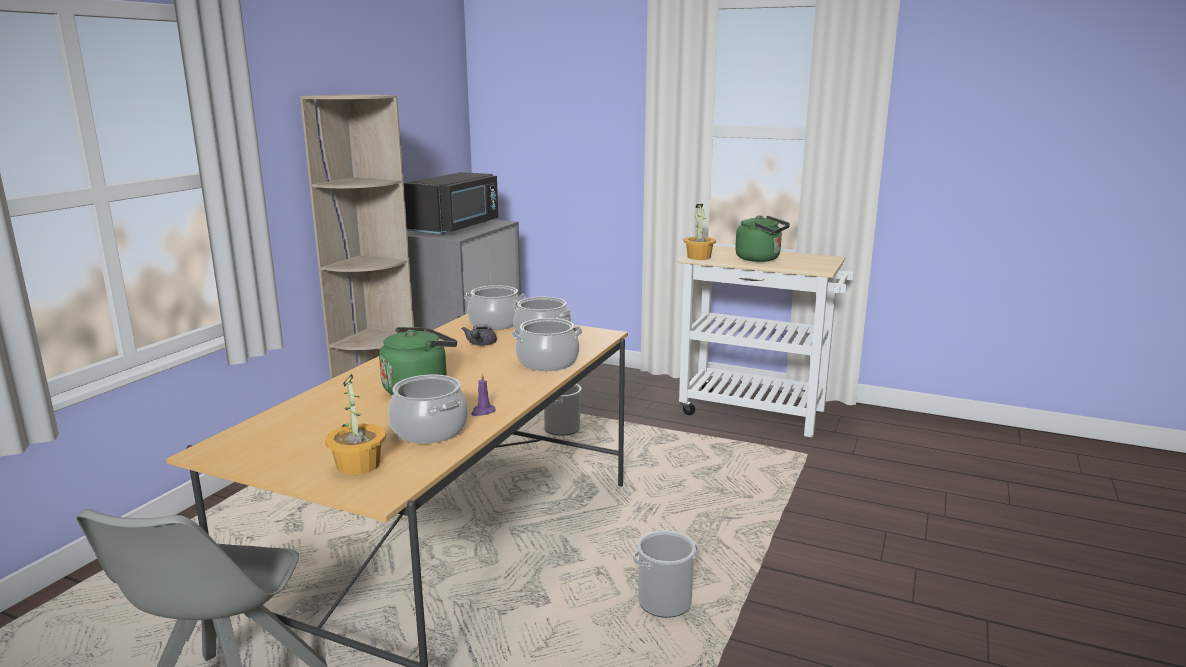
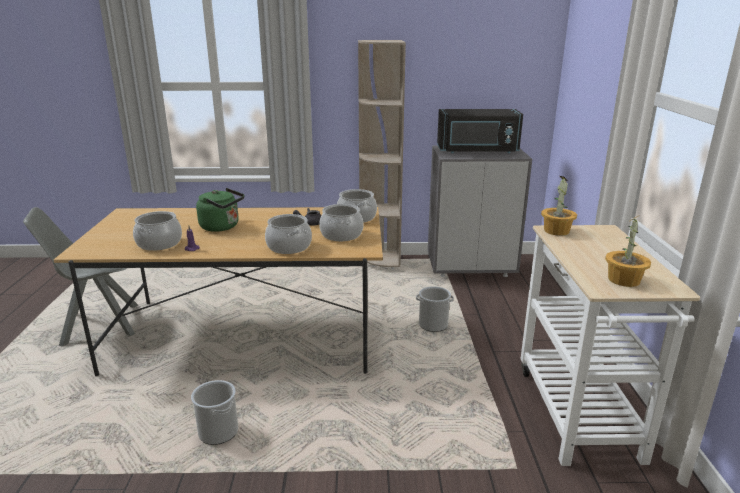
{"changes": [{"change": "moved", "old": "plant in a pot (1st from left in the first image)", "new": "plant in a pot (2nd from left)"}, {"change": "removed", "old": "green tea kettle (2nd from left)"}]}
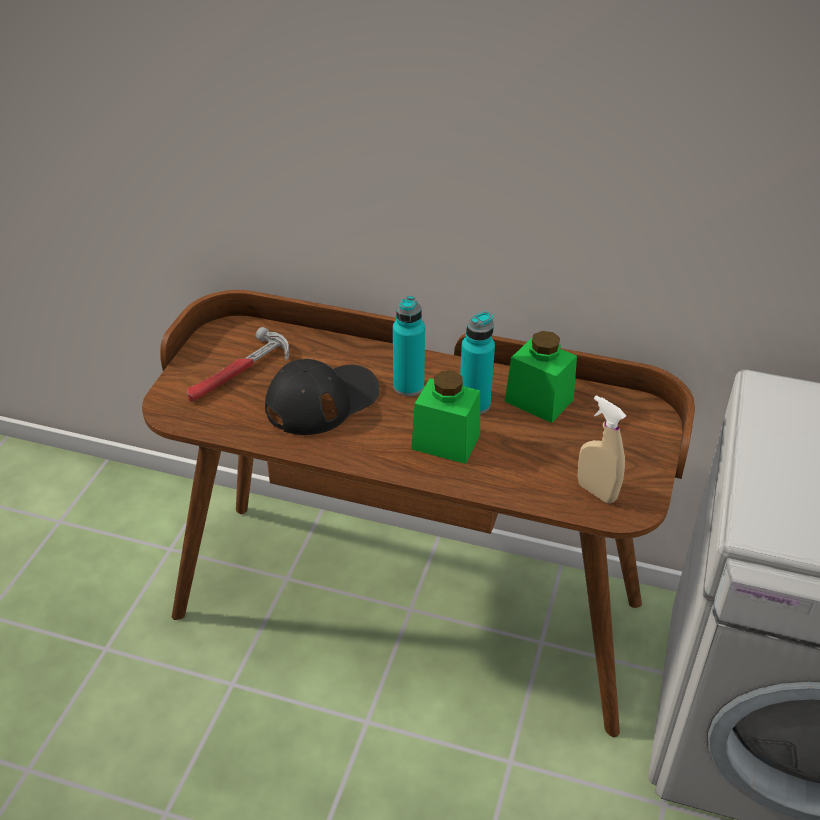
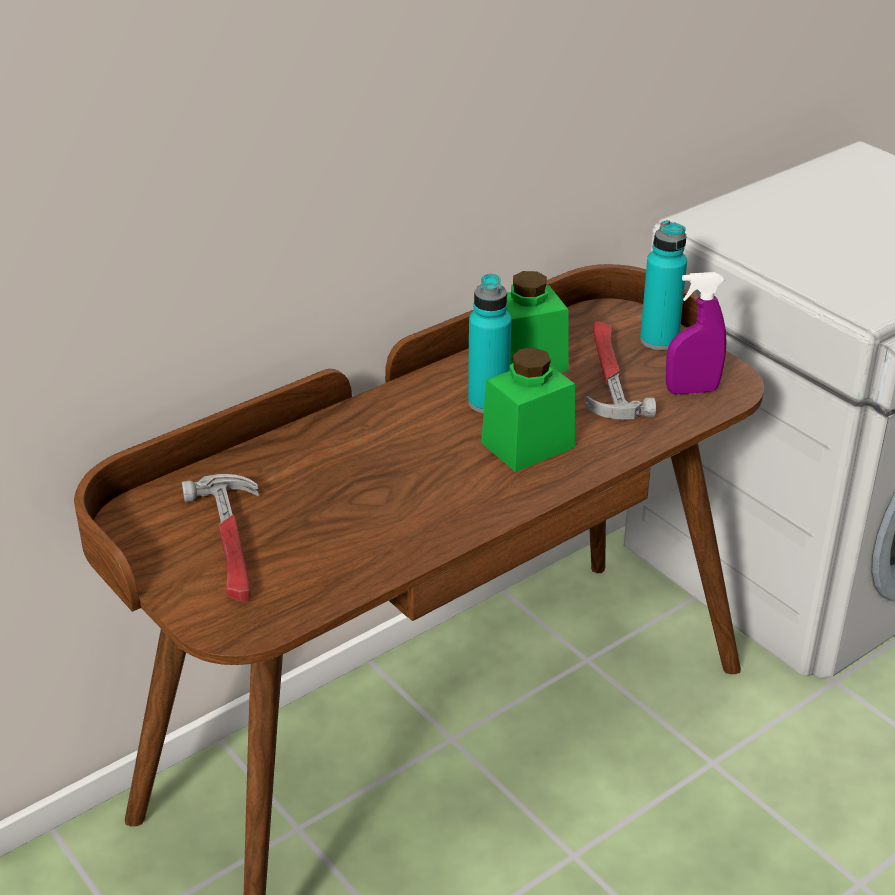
{"changes": [{"change": "added", "new": "hand hammer (2nd from left)"}, {"change": "moved", "old": "blue-green drink bottle (1st from left in the first image)", "new": "blue-green drink bottle (2nd from left)"}, {"change": "recoloured", "old": "beige hand sprayer", "new": "purplish hand sprayer"}, {"change": "removed", "old": "black-coloured cap"}]}
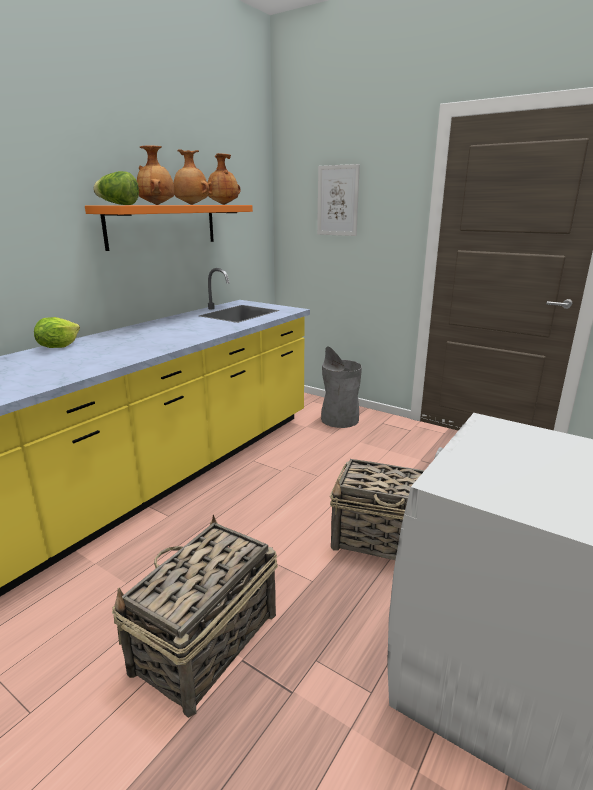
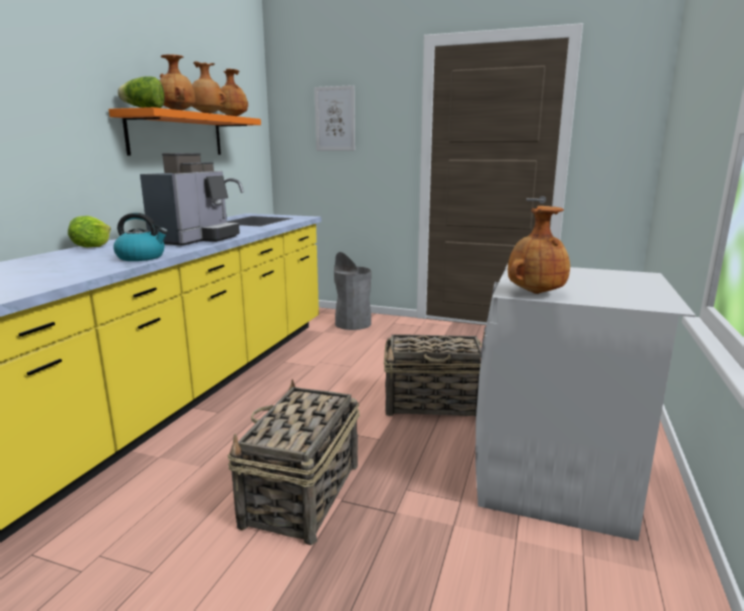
{"changes": [{"change": "added", "new": "tea kettle"}, {"change": "added", "new": "coffee maker"}, {"change": "added", "new": "brown vase (4th from left)"}]}
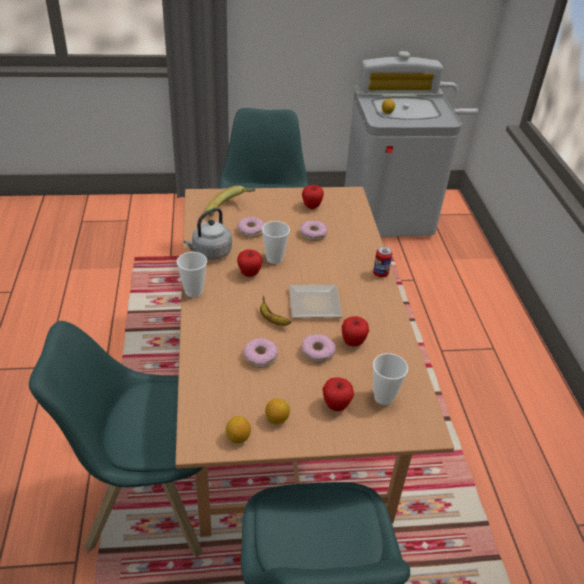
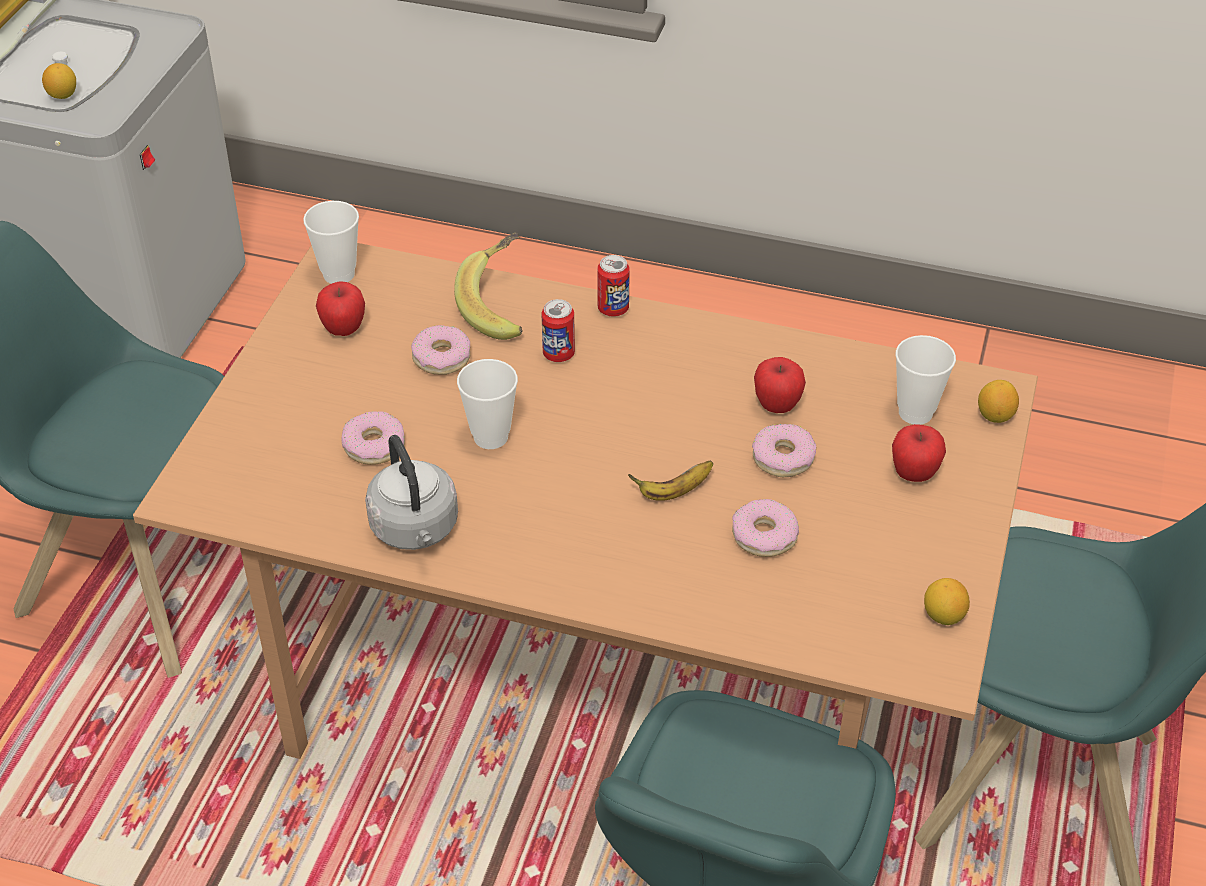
{"changes": [{"change": "moved", "old": "small cup (1st from left)"}, {"change": "moved", "old": "banana fruit (1st from left)"}, {"change": "added", "new": "metal can (1st from left)"}, {"change": "moved", "old": "citrus fruit (2nd from left in the first image)", "new": "citrus fruit (3rd from left)"}, {"change": "removed", "old": "apple fruit (1st from left)"}, {"change": "removed", "old": "dinner plate"}]}
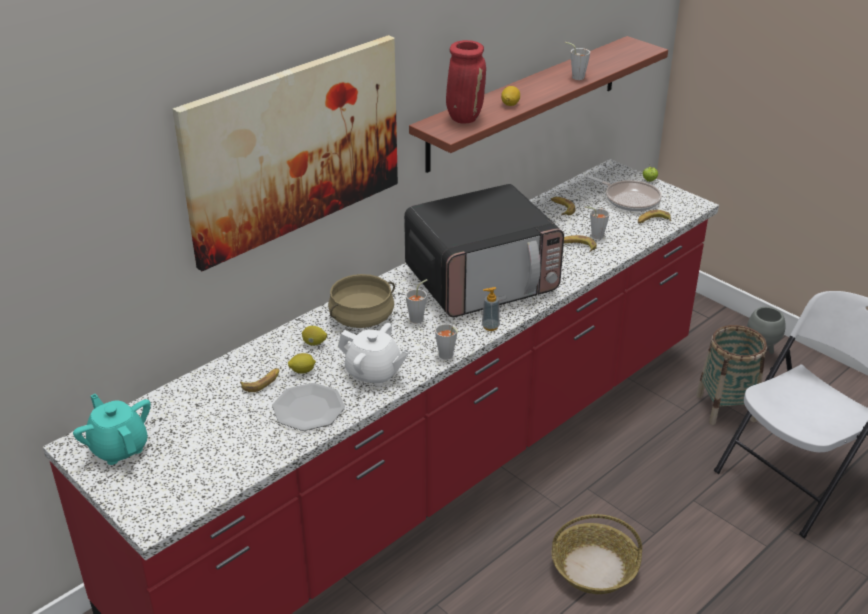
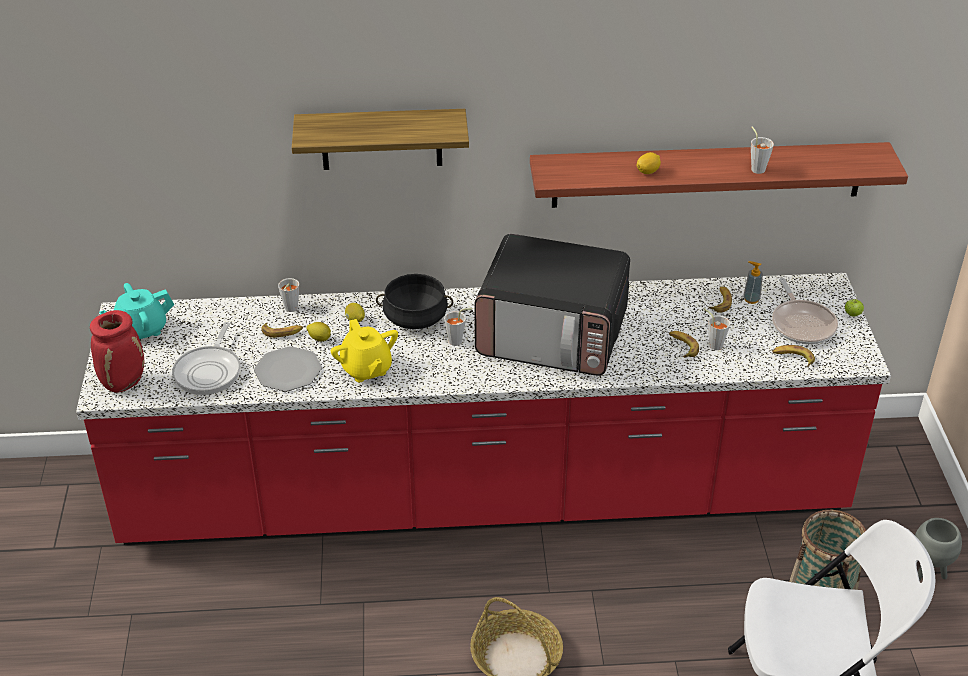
{"changes": [{"change": "moved", "old": "red vase"}, {"change": "turned", "old": "blue-green tea pot", "degrees": -120}, {"change": "added", "new": "pan (1st from left)"}, {"change": "moved", "old": "grey small cup (2nd from left in the first image)", "new": "grey small cup (1st from left)"}, {"change": "replaced", "old": "wall art", "new": "wall shelf (1st from left)"}, {"change": "recoloured", "old": "white tea pot", "new": "yellow-coloured tea pot"}, {"change": "recoloured", "old": "beige cooking pot", "new": "black-coloured cooking pot"}, {"change": "moved", "old": "soap dispenser"}]}
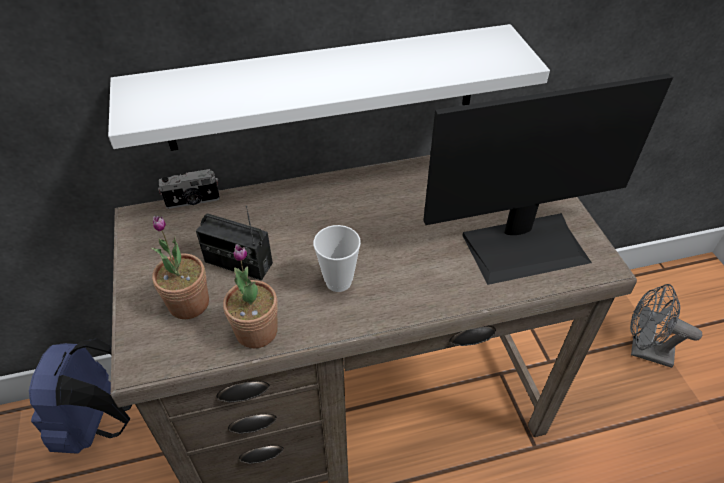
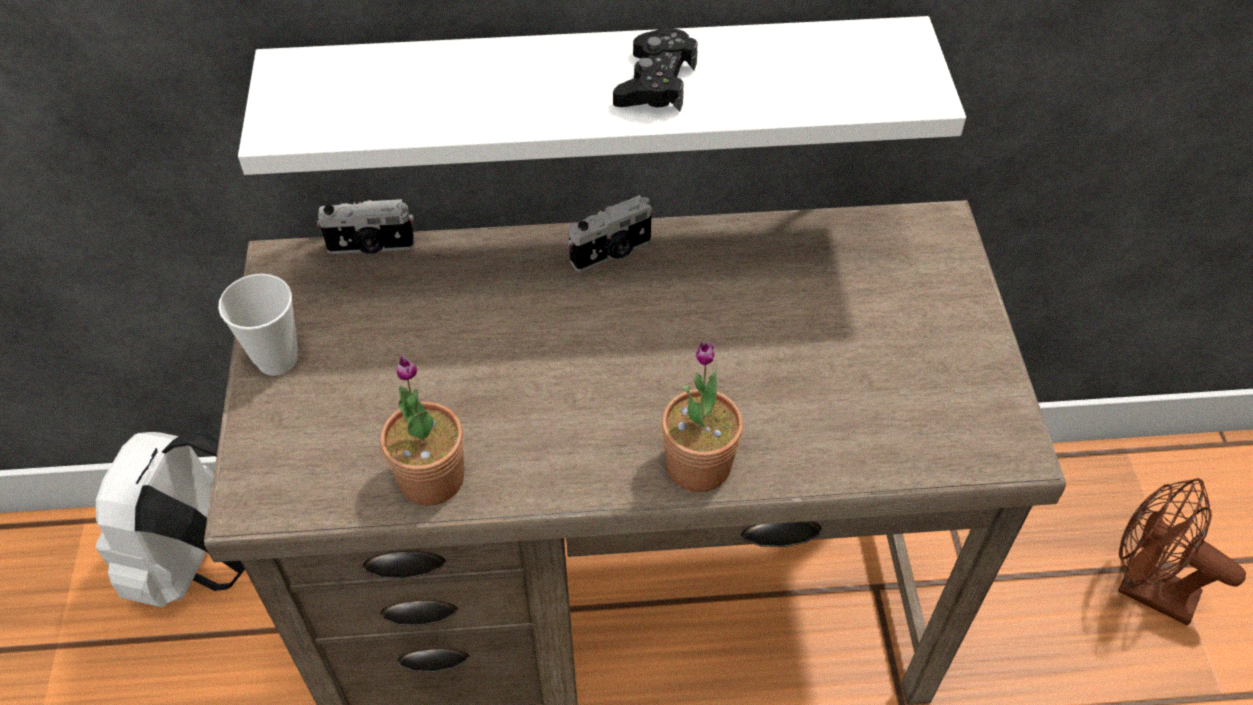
{"changes": [{"change": "recoloured", "old": "blue-coloured knapsack", "new": "white knapsack"}, {"change": "moved", "old": "small cup"}, {"change": "added", "new": "photo camera (2nd from left)"}, {"change": "added", "new": "black-coloured gamepad"}, {"change": "moved", "old": "plant in a pot (1st from left in the first image)", "new": "plant in a pot (2nd from left)"}, {"change": "recoloured", "old": "grey electric fan", "new": "brown electric fan"}, {"change": "removed", "old": "radio receiver"}, {"change": "removed", "old": "computer screen"}]}
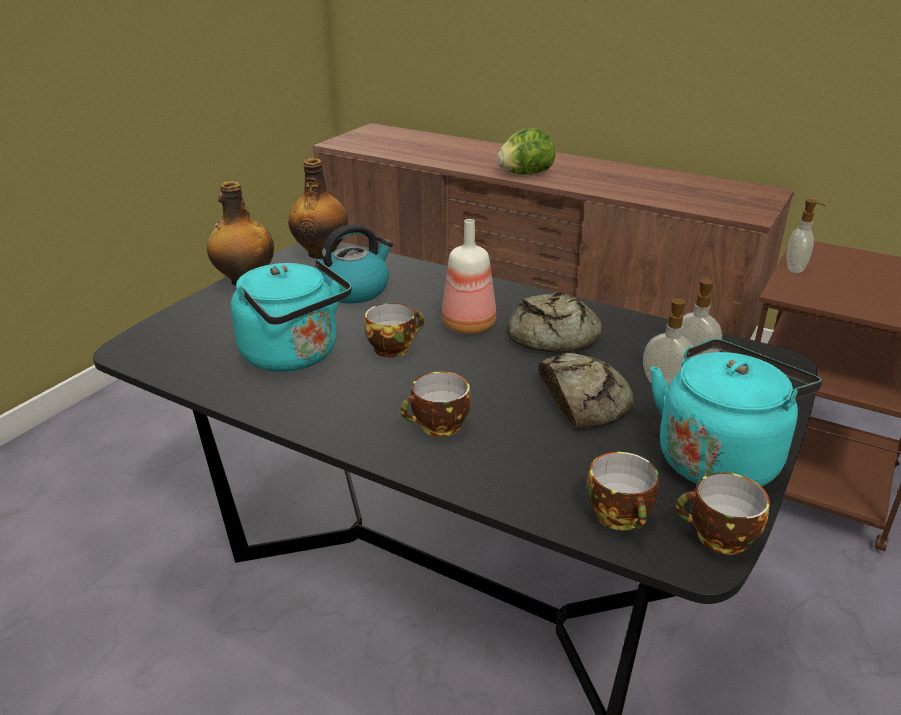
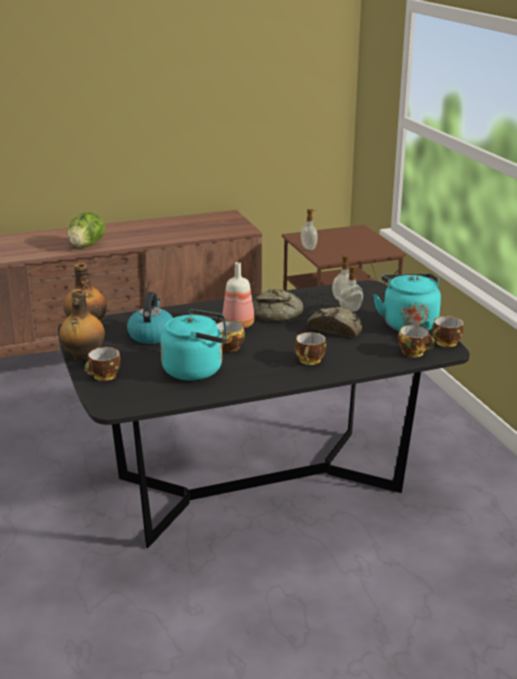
{"changes": [{"change": "added", "new": "small cup (1st from left)"}]}
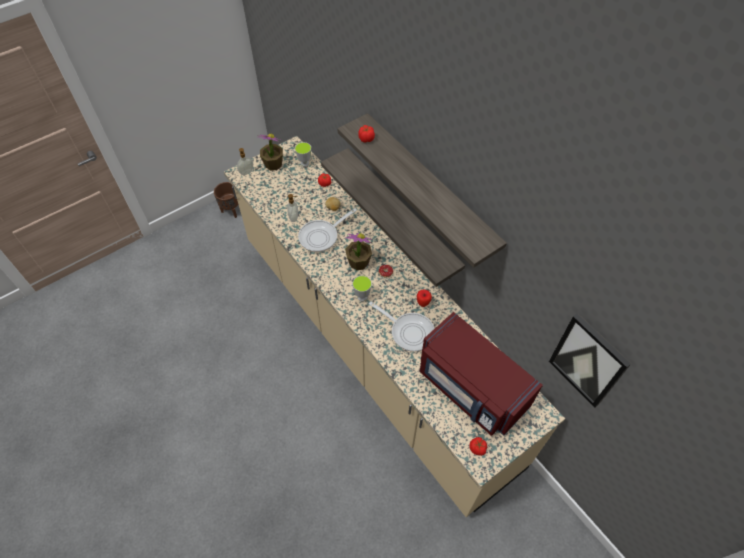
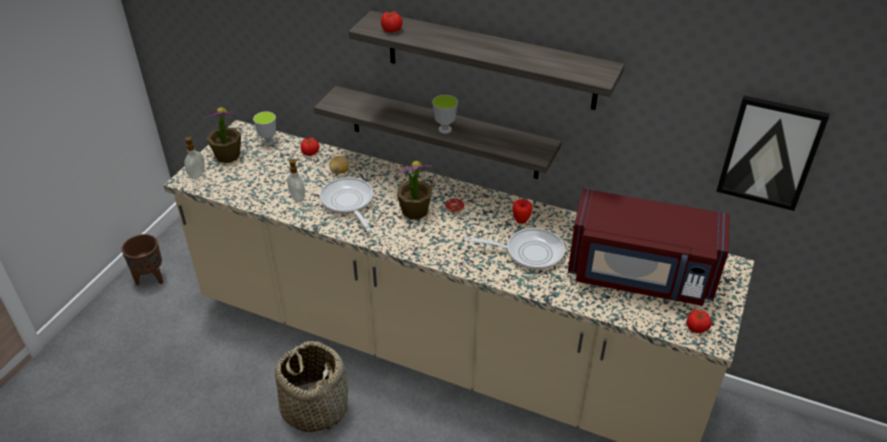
{"changes": [{"change": "added", "new": "storage basket"}, {"change": "turned", "old": "pan (1st from left)", "degrees": 135}, {"change": "moved", "old": "small cup (2nd from left)"}]}
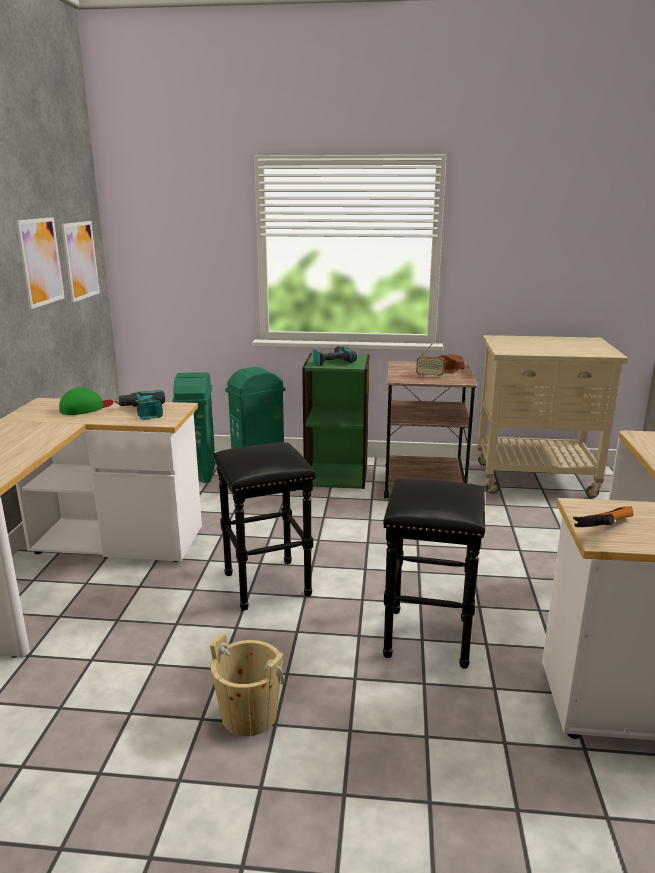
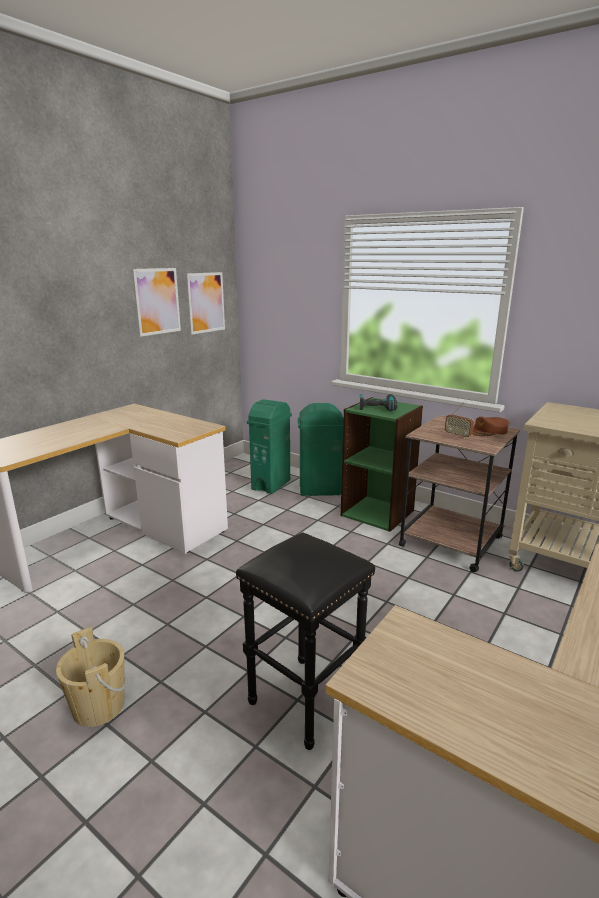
{"changes": [{"change": "removed", "old": "green cap"}, {"change": "removed", "old": "power drill (1st from left)"}, {"change": "removed", "old": "black-coloured stool (1st from left)"}, {"change": "removed", "old": "hand hammer"}]}
